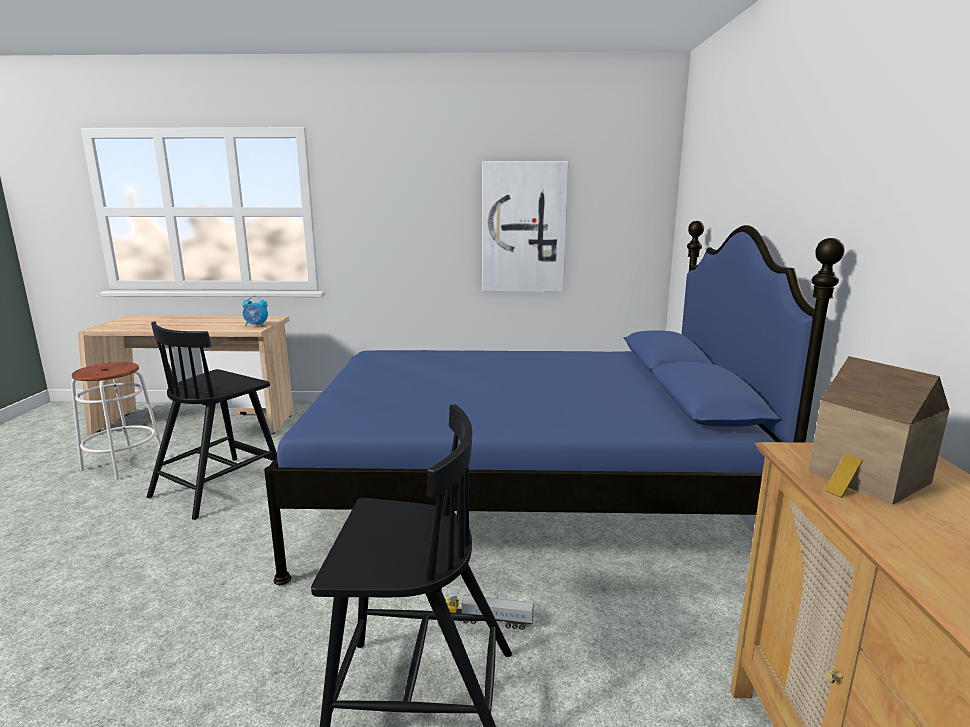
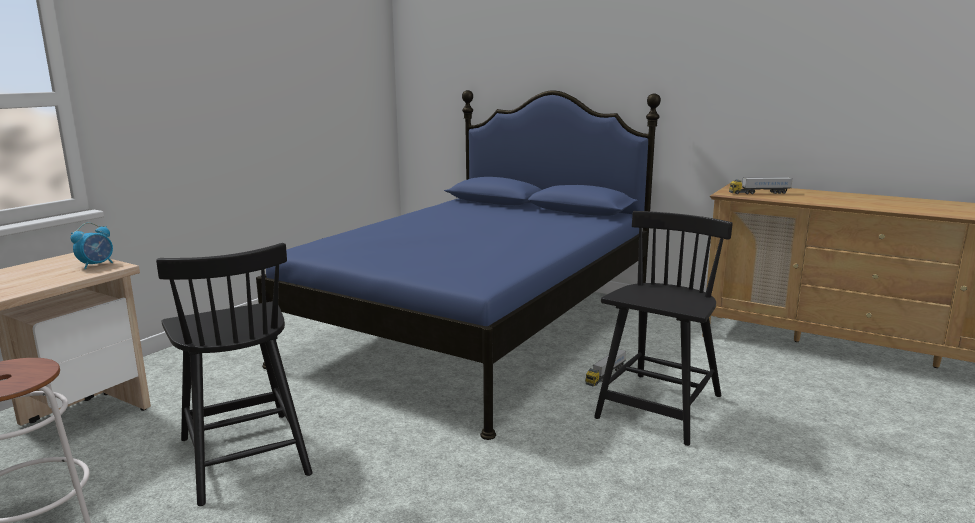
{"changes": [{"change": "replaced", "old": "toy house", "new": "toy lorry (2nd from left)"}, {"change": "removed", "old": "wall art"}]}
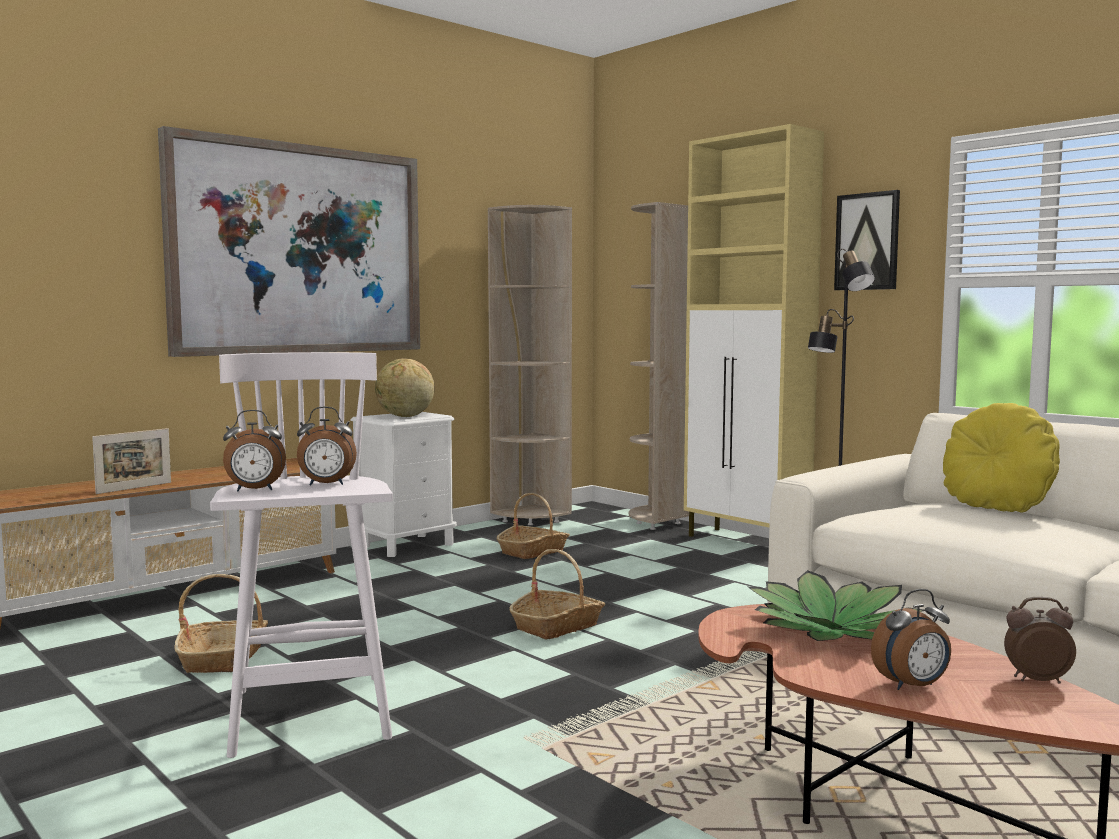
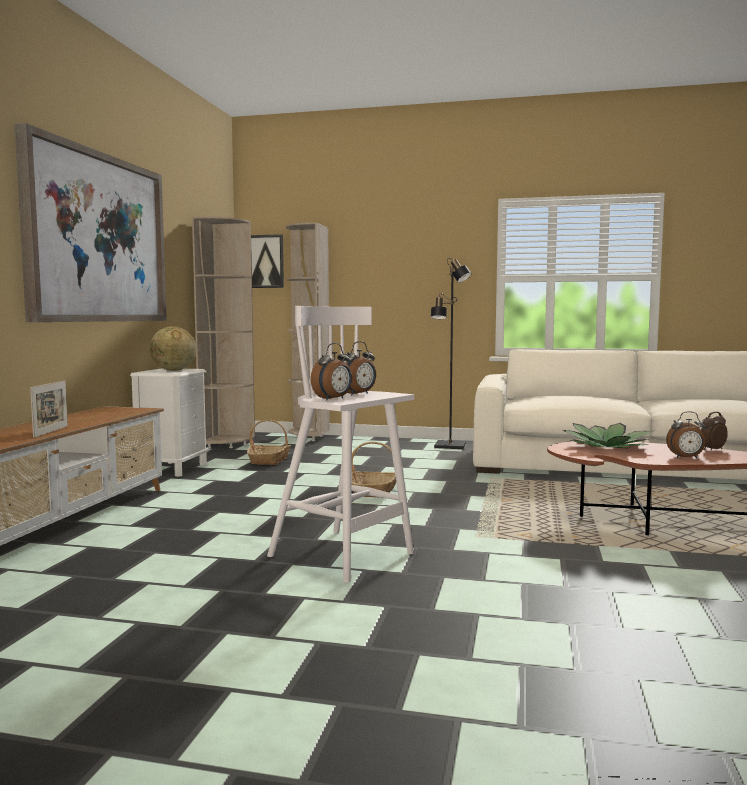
{"changes": [{"change": "moved", "old": "wall art (2nd from left)"}, {"change": "turned", "old": "alarm clock (3rd from left)", "degrees": 60}, {"change": "removed", "old": "storage basket (1st from left)"}, {"change": "removed", "old": "beige cabinet"}, {"change": "removed", "old": "yellow-coloured pillow"}]}
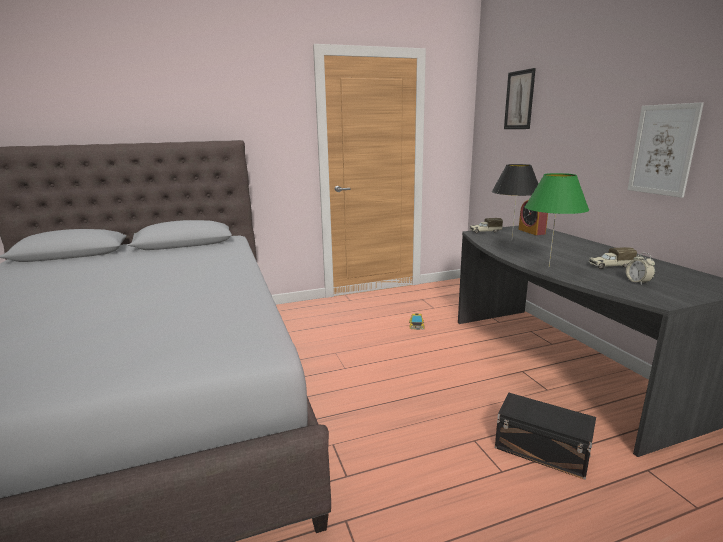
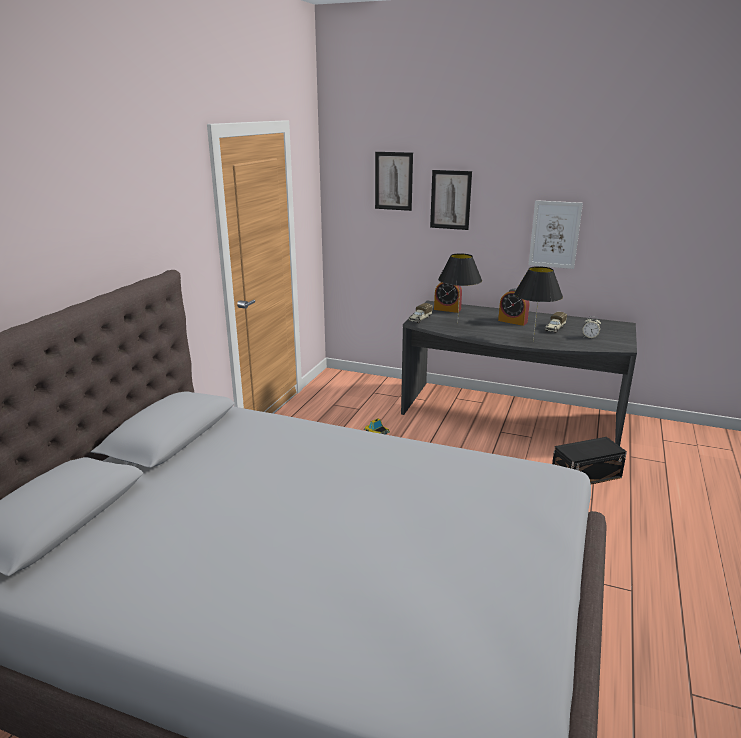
{"changes": [{"change": "added", "new": "wall art (2nd from left)"}, {"change": "added", "new": "alarm clock (2nd from left)"}, {"change": "recoloured", "old": "green tabletop lamp", "new": "black-coloured tabletop lamp (2nd from left)"}]}
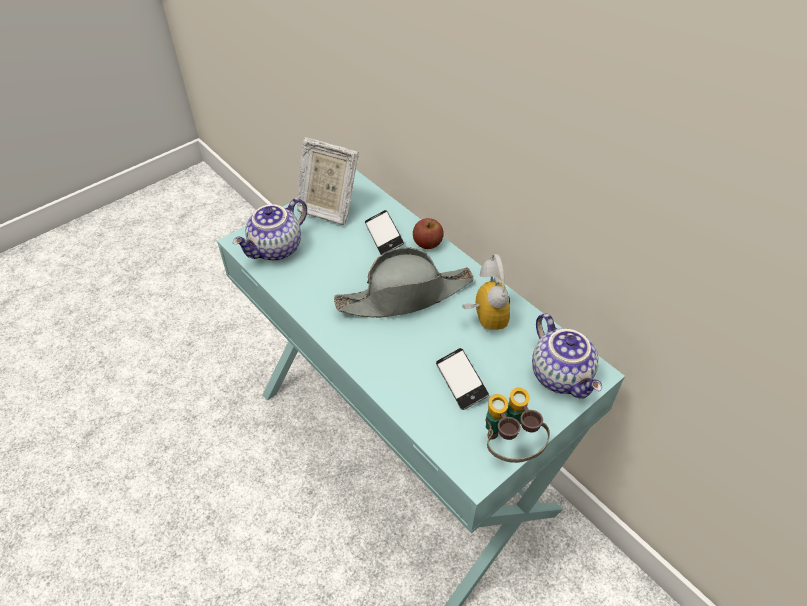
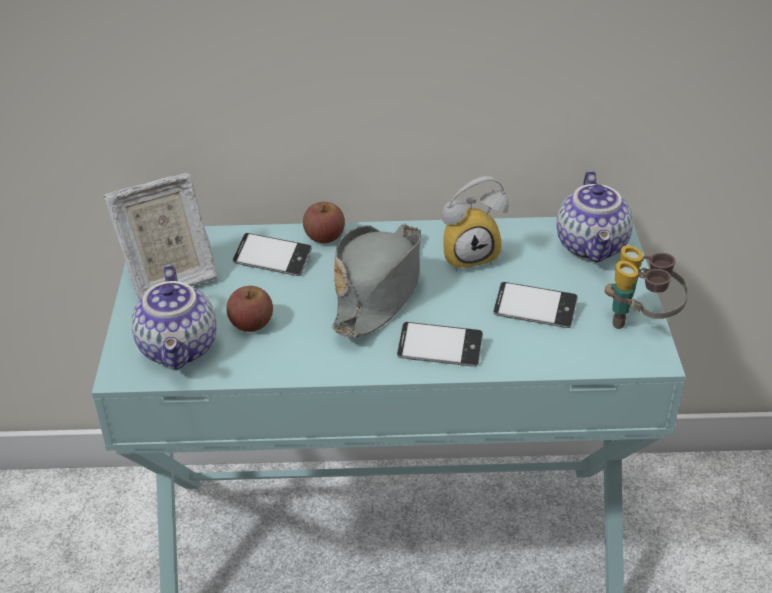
{"changes": [{"change": "added", "new": "apple fruit (1st from left)"}, {"change": "added", "new": "handset (2nd from left)"}, {"change": "turned", "old": "alarm clock", "degrees": 135}, {"change": "turned", "old": "tea pot (2nd from left)", "degrees": 75}]}
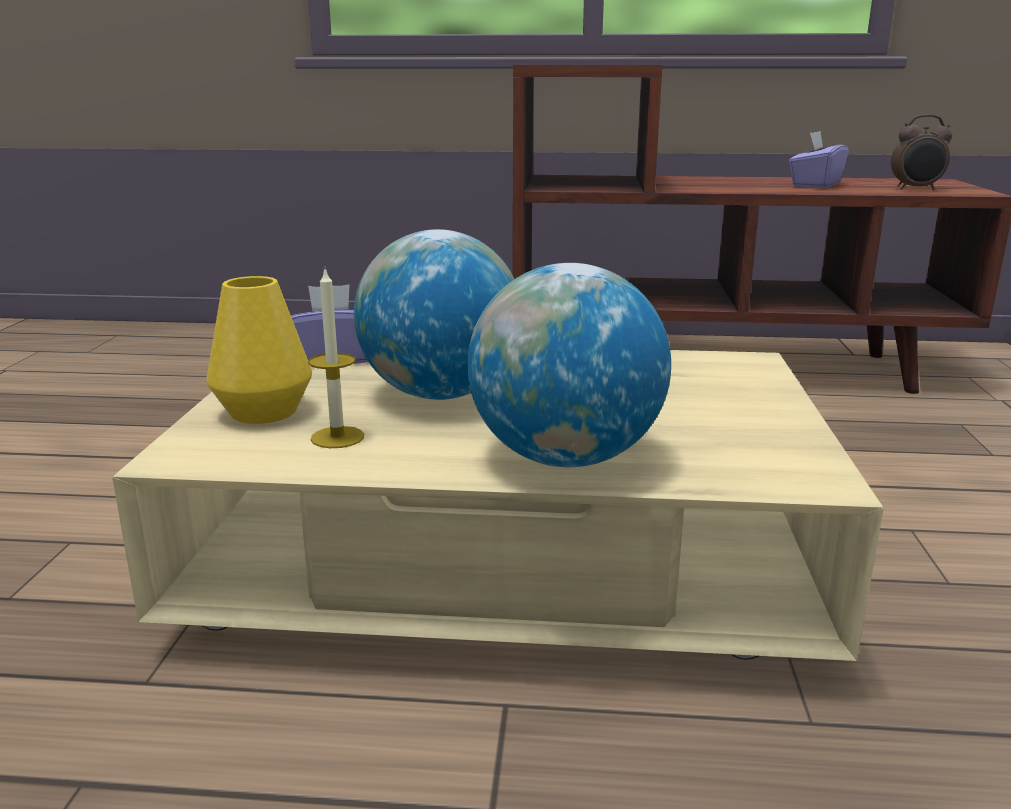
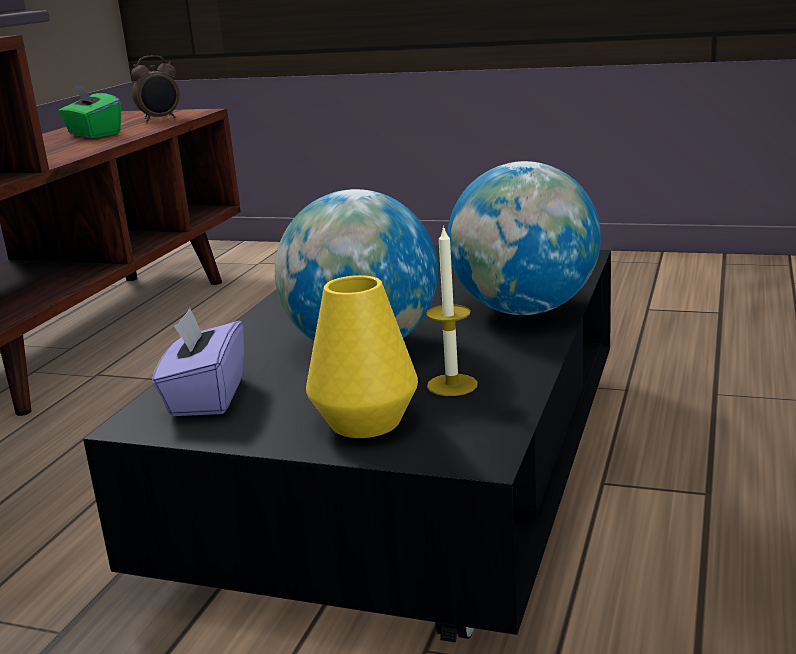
{"changes": [{"change": "recoloured", "old": "purplish tissue holder (2nd from left)", "new": "green tissue holder"}, {"change": "recoloured", "old": "beige lounge table", "new": "black-coloured lounge table"}, {"change": "turned", "old": "alarm clock", "degrees": 45}]}
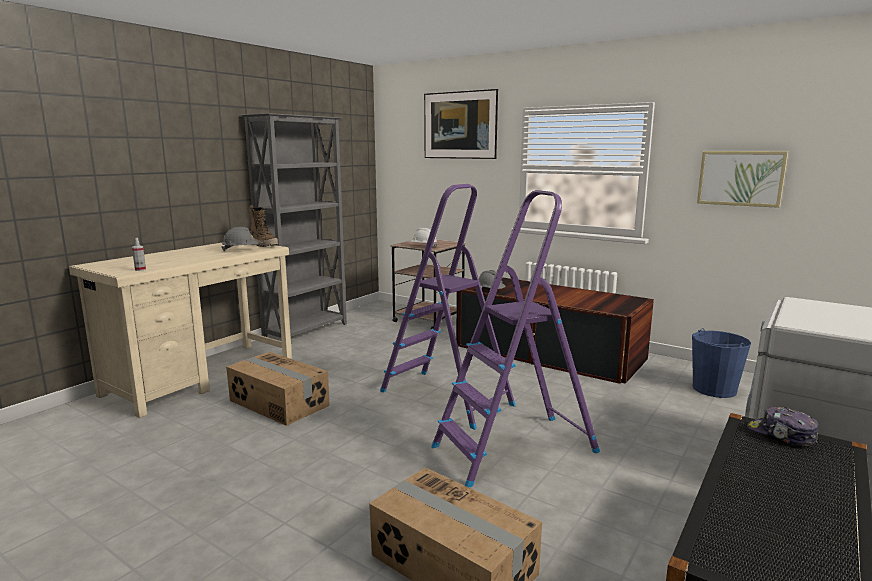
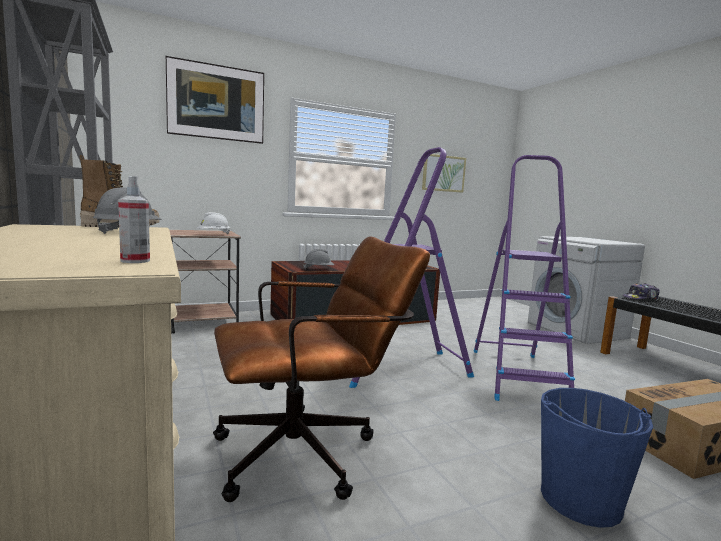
{"changes": [{"change": "replaced", "old": "carton (1st from left)", "new": "brown computer chair"}, {"change": "moved", "old": "blue-coloured water bucket"}]}
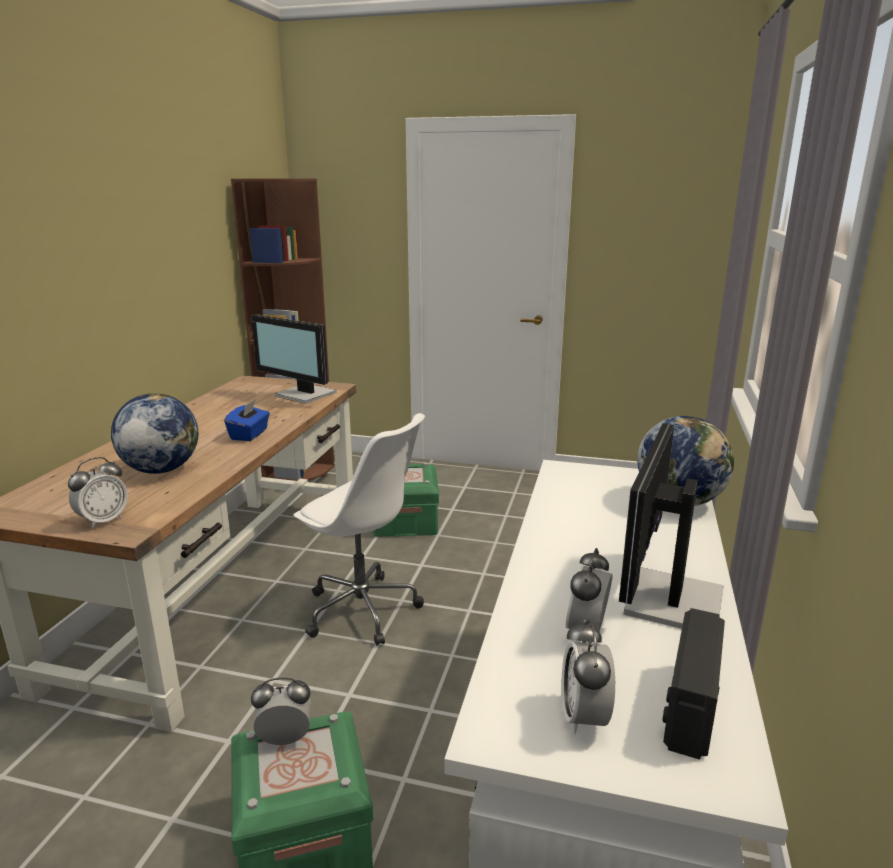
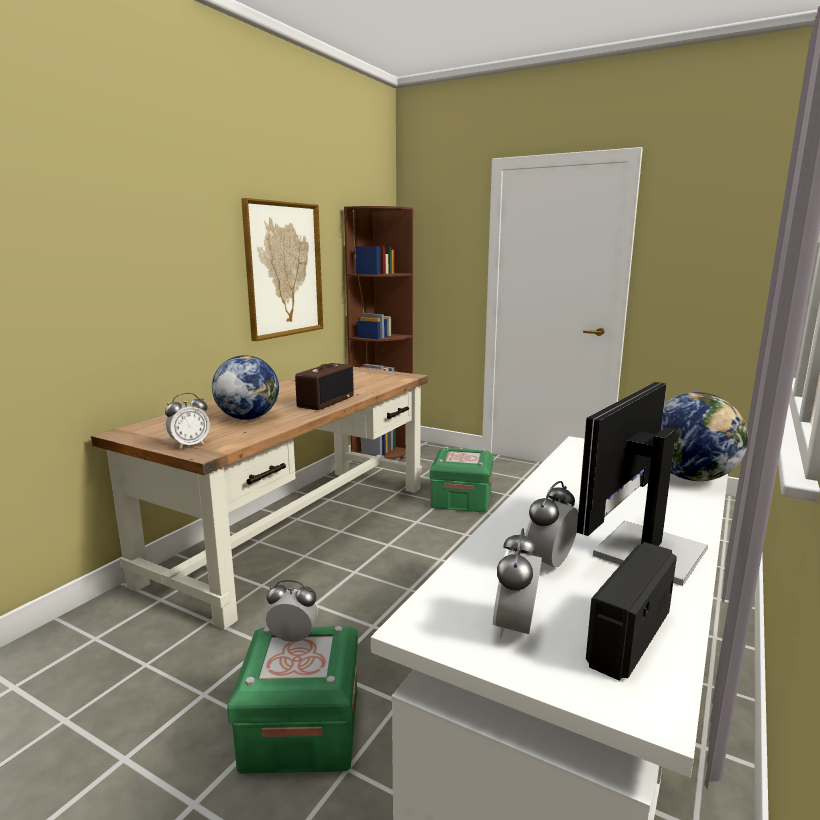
{"changes": [{"change": "added", "new": "wall art"}, {"change": "replaced", "old": "blue-coloured tissue holder", "new": "radio receiver (1st from left)"}, {"change": "removed", "old": "computer screen (1st from left)"}, {"change": "removed", "old": "white computer chair"}]}
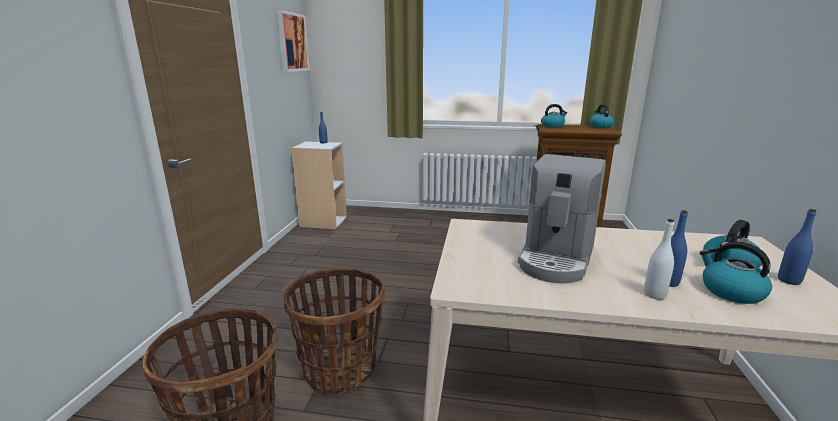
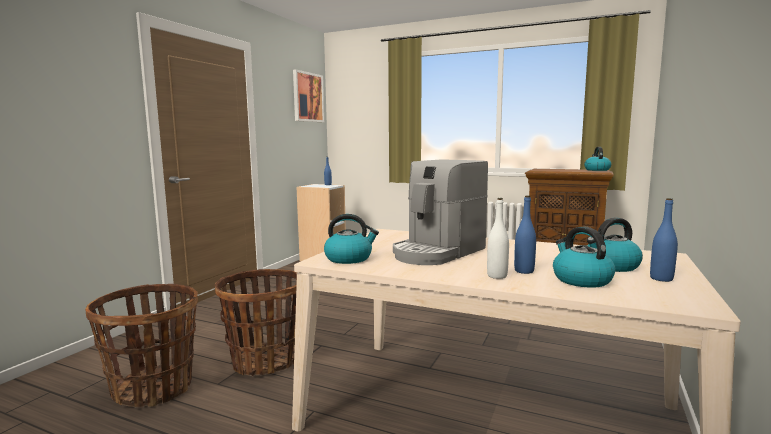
{"changes": [{"change": "moved", "old": "tea kettle (1st from left)"}]}
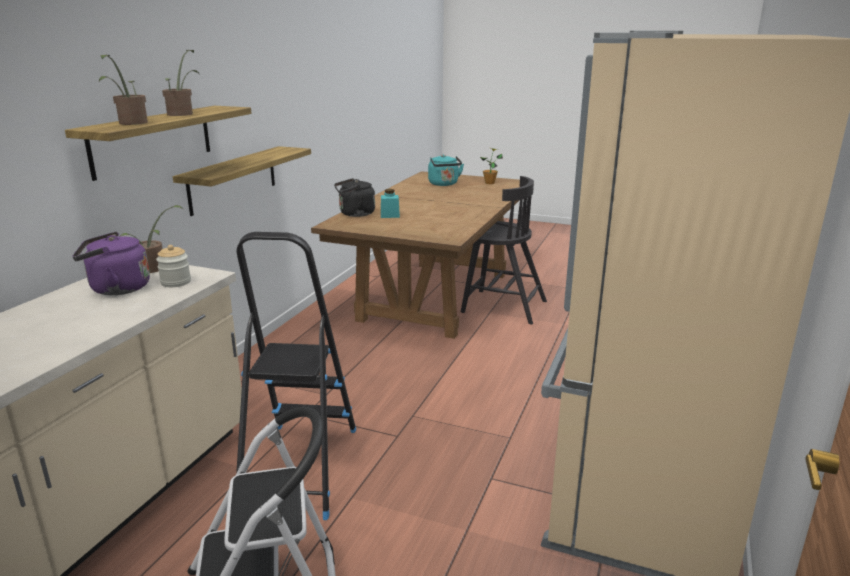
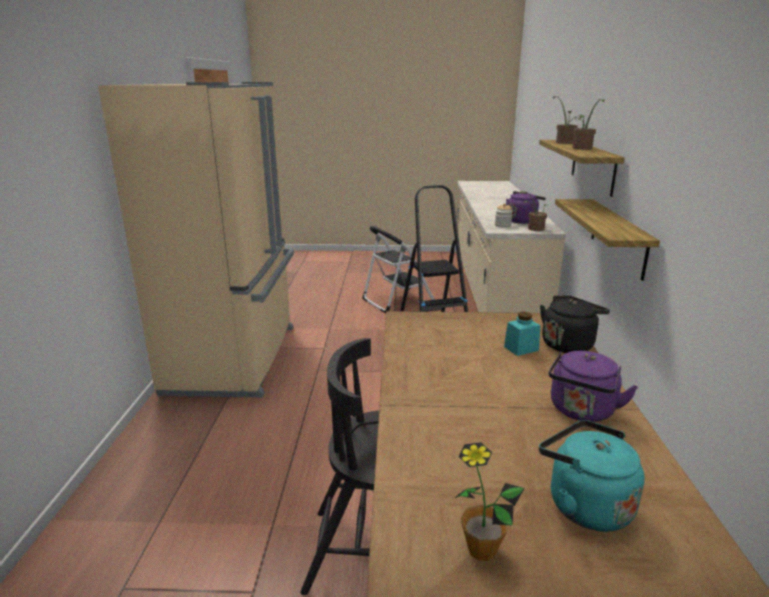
{"changes": [{"change": "added", "new": "purplish tea kettle (2nd from left)"}]}
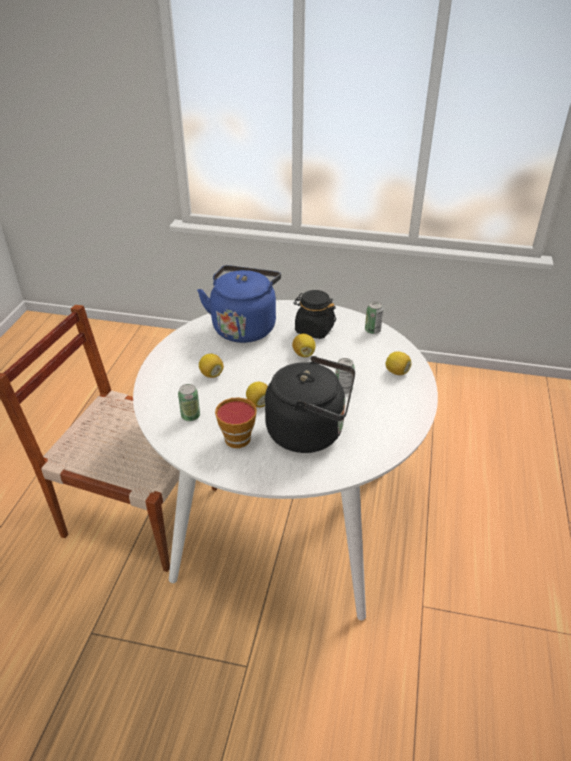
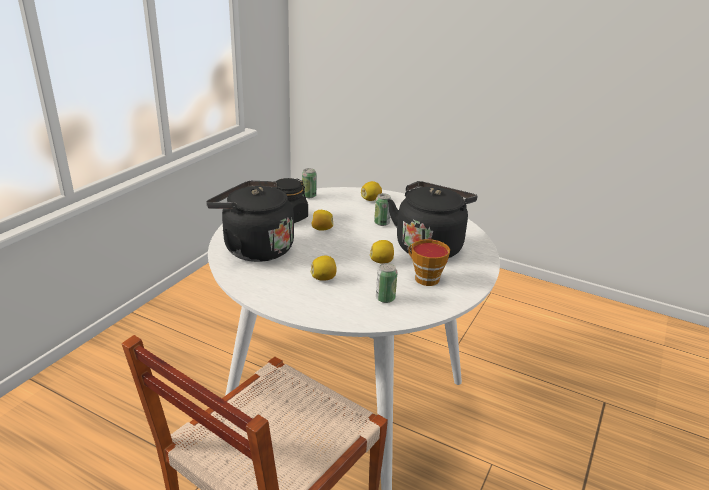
{"changes": [{"change": "recoloured", "old": "blue-coloured tea kettle", "new": "black-coloured tea kettle (1st from left)"}]}
